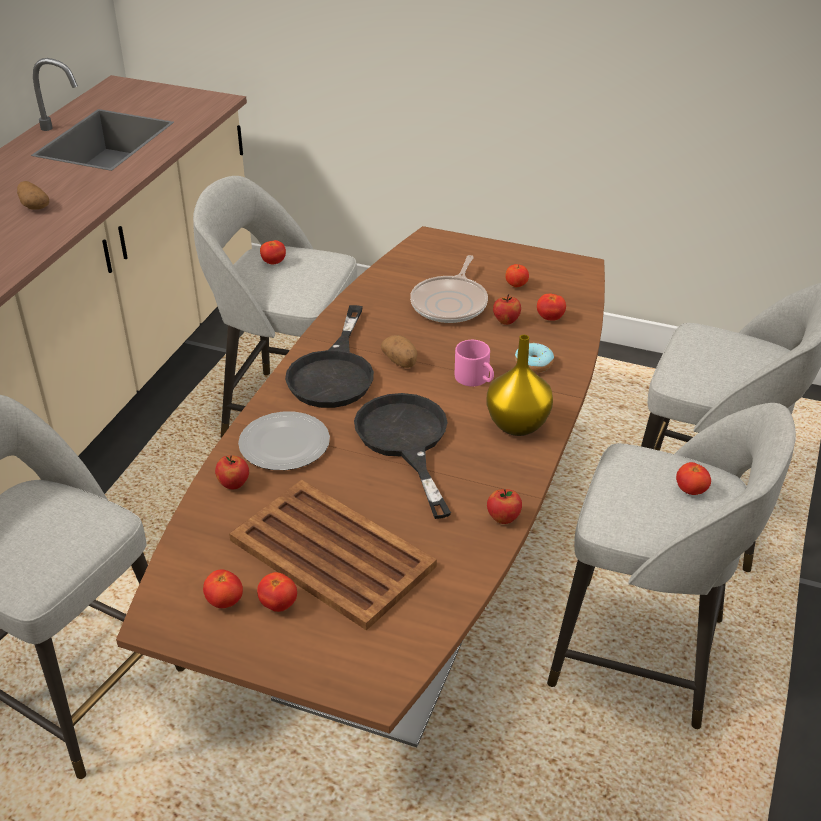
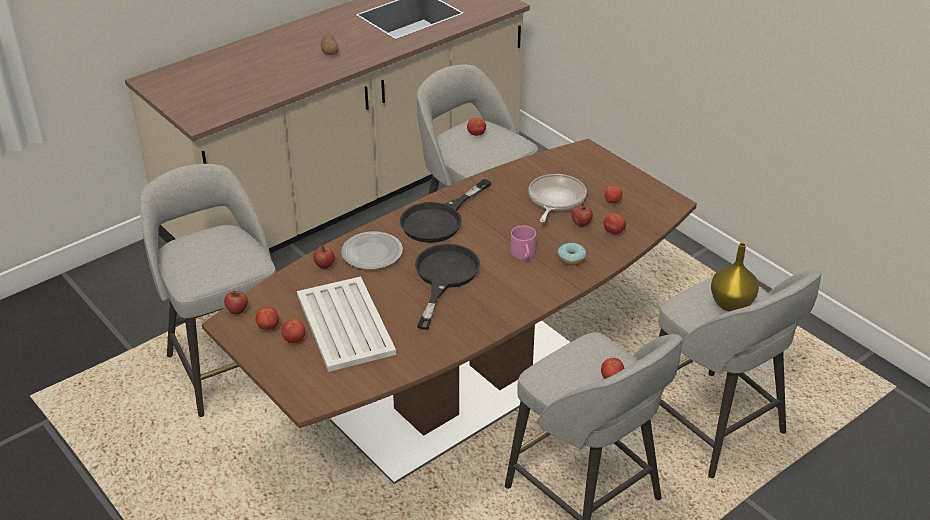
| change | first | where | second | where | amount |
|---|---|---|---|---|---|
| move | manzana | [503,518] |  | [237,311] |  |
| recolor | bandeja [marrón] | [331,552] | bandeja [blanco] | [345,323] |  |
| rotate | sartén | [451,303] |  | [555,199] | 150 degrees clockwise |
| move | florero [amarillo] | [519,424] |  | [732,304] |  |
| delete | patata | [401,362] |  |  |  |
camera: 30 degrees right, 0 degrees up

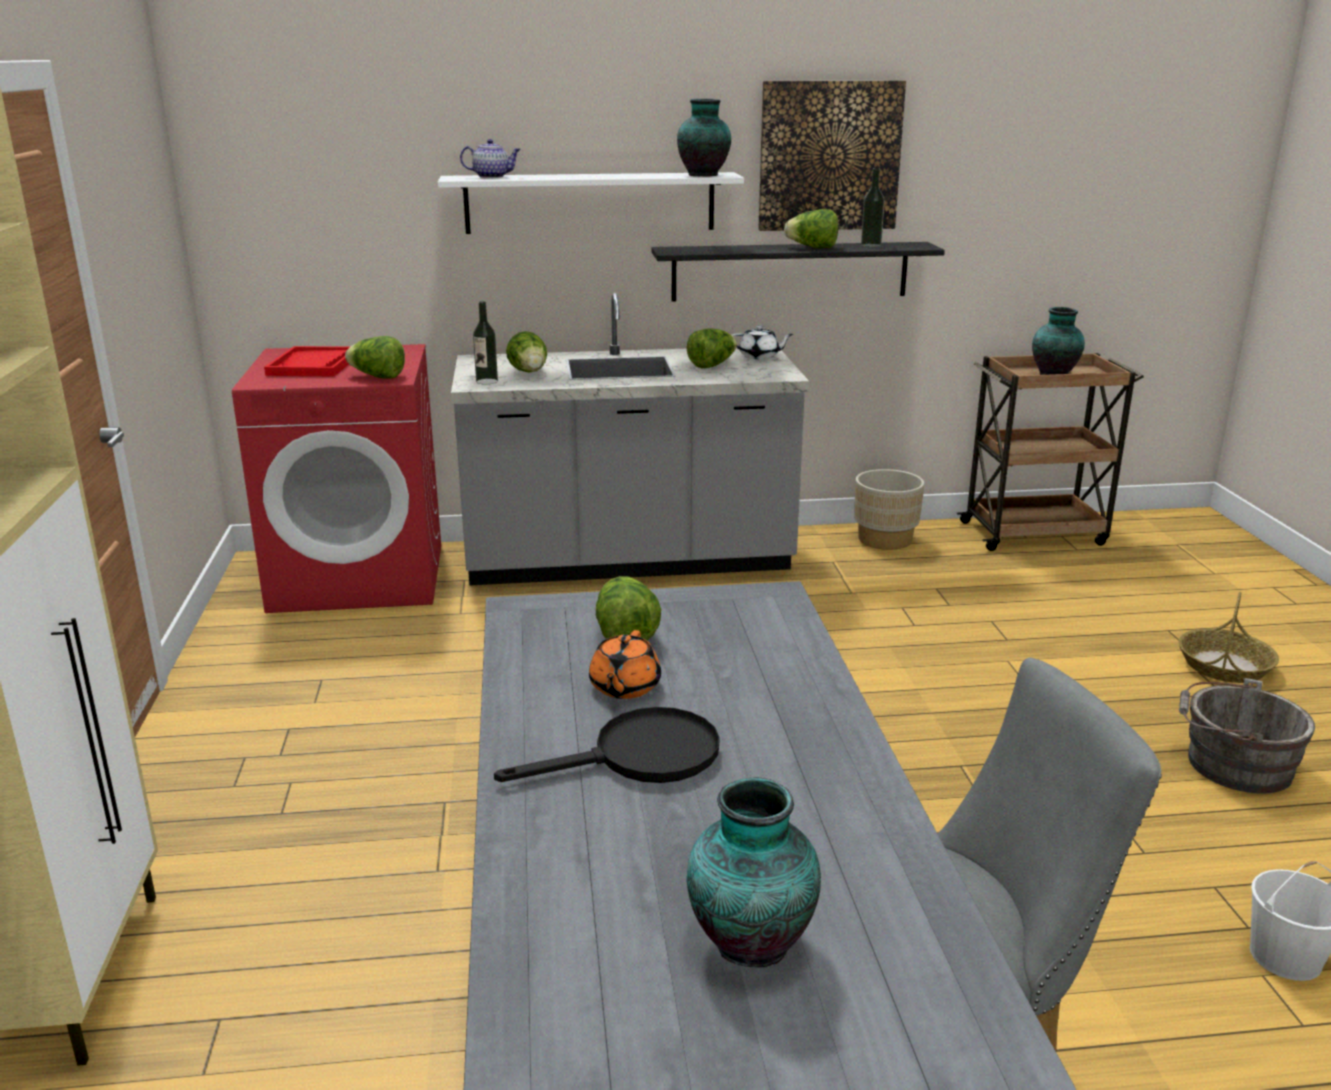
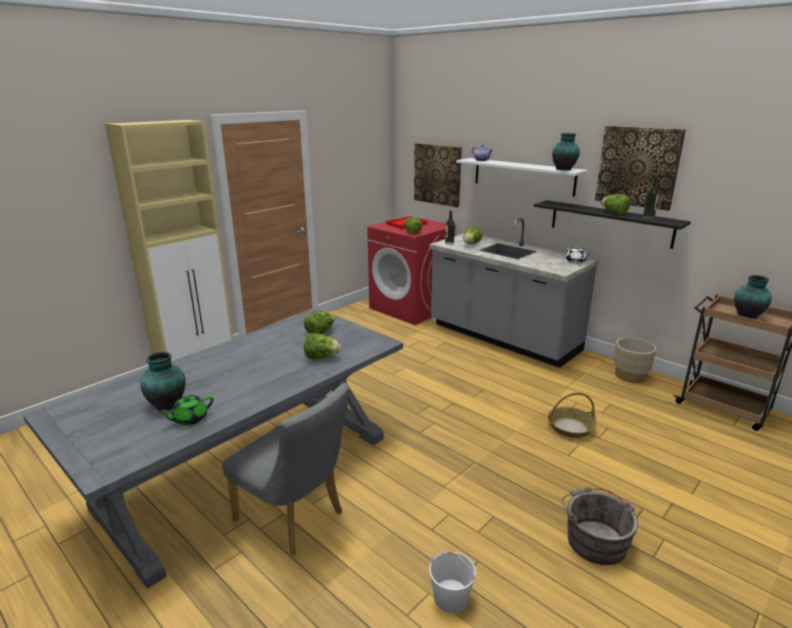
| change | first | where | second | where | amount |
|---|---|---|---|---|---|
| insert |  |  | tetera [verde] | [189,419] |  |
| move | lechuga | [712,365] |  | [321,357] |  |
| insert |  |  | cuadro | [437,174] |  |
| move | cesta | [1224,666] |  | [570,427] |  |
| delete | sartén [negro] | [640,757] |  |  |  |
| delete | tetera [naranja] | [624,687] |  |  |  |
camera: 50 degrees right, 0 degrees up

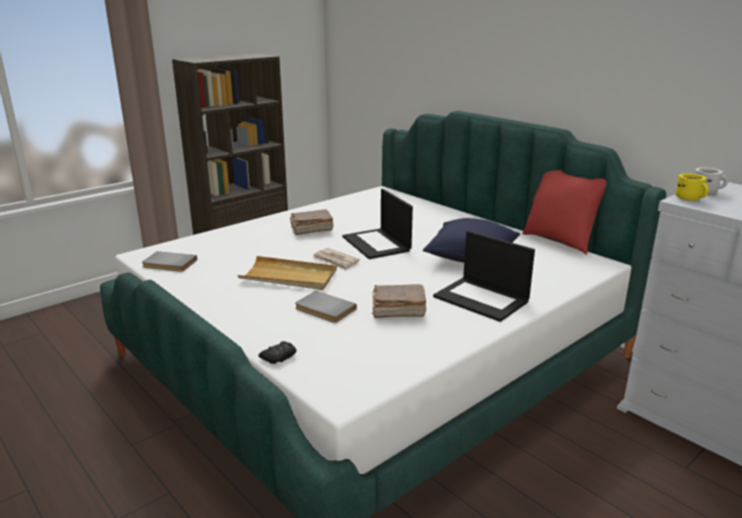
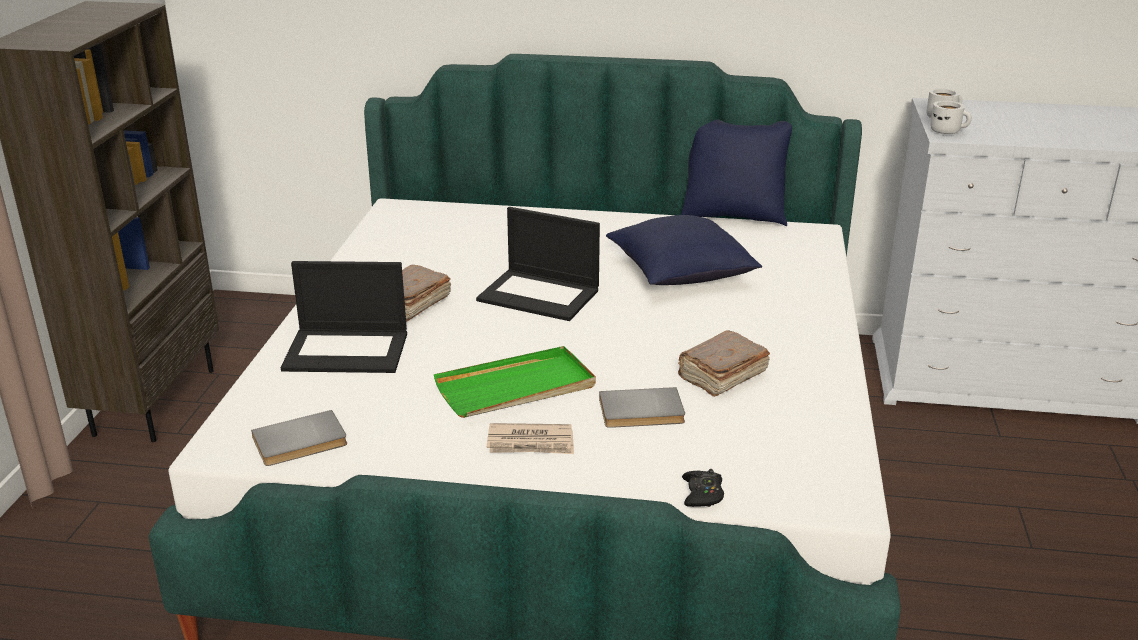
| change | first | where | second | where | amount |
|---|---|---|---|---|---|
| move | portátil | [482,299] |  | [348,350] |  |
| recolor | bandeja [beis] | [289,277] | bandeja [verde] | [516,387] |  |
| move | periódico | [335,261] |  | [531,443] |  |
| recolor | cojín [rojo] | [559,241] | cojín [azul] | [732,217] |  |
| recolor | taza grande [amarillo] | [690,199] | taza grande [blanco] | [947,131] |  |
camera: 40 degrees left, 5 degrees up

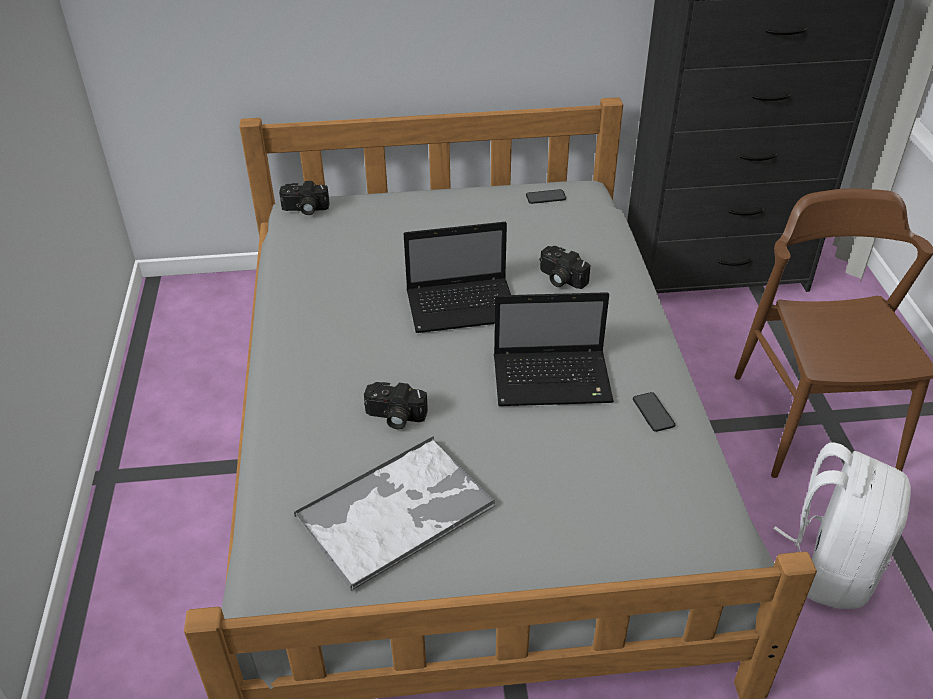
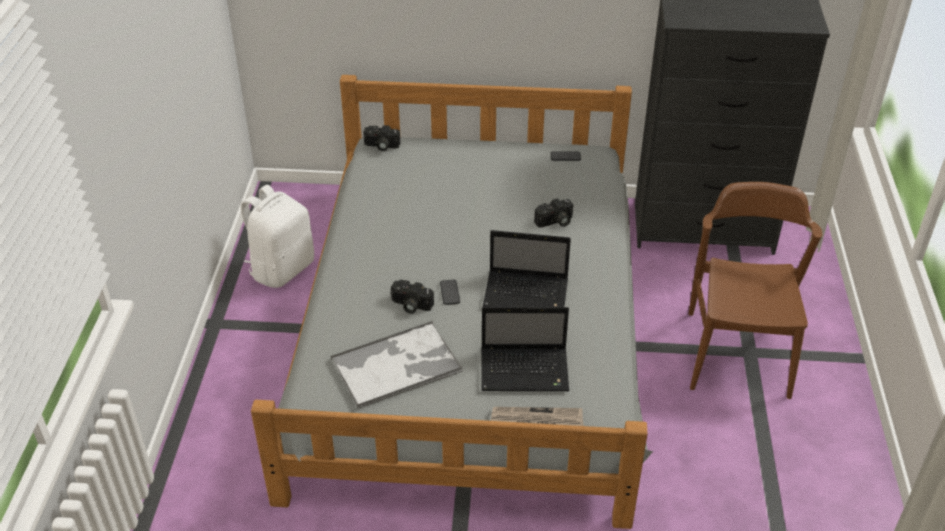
| change | first | where | second | where | amount |
|---|---|---|---|---|---|
| move | mochila [blanco] | [827,567] |  | [282,269] |  |
| move | móvil | [653,412] |  | [449,293] |  |
| move | portátil | [464,306] |  | [526,370] |  |
| insert |  |  | periódico | [536,422] |  |
| rotate | cámara | [560,279] |  | [555,222] | 75 degrees counterclockwise |
camera: 10 degrees right, 0 degrees up

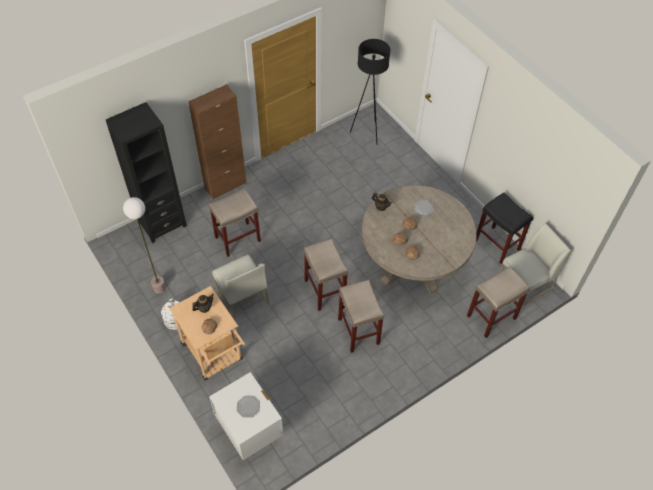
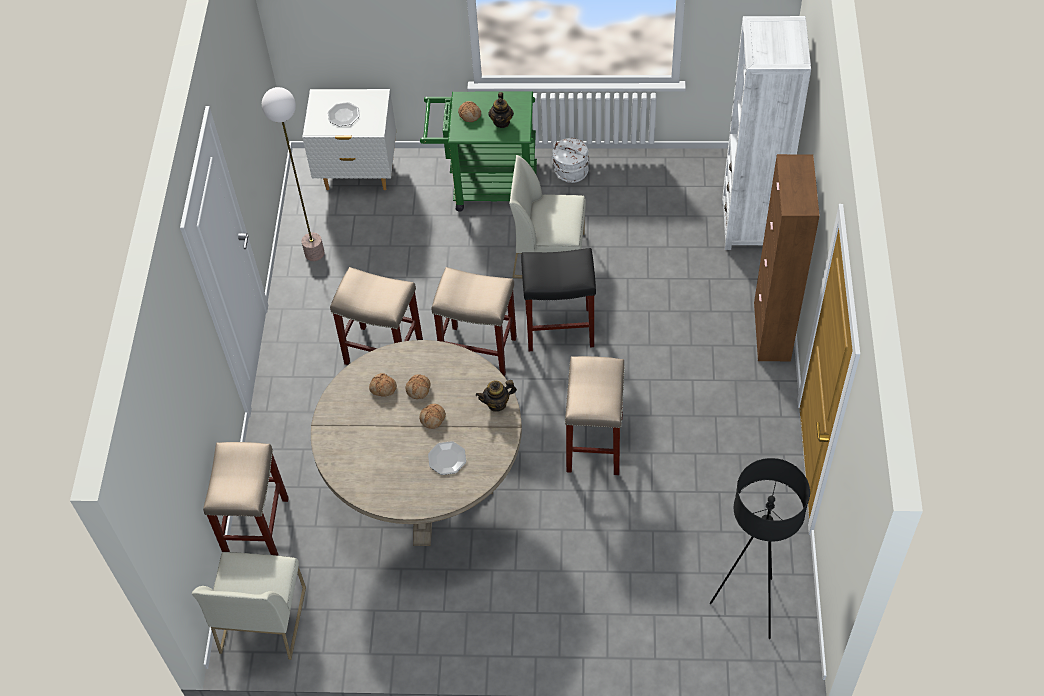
| change | first | where | second | where | amount |
|---|---|---|---|---|---|
| move | lámpara de pie | [159,288] |  | [314,253] |  |
| recolor | carrito [beis] | [215,355] | carrito [verde] | [486,187] |  |
| move | taburete [negro] | [497,245] |  | [558,329] |  |
| move | taburete [beis] | [238,238] |  | [595,445] |  |
| recolor | estantería [negro] | [162,223] | estantería [blanco] | [751,224] |  |
camera: 130 degrees right, 0 degrees up

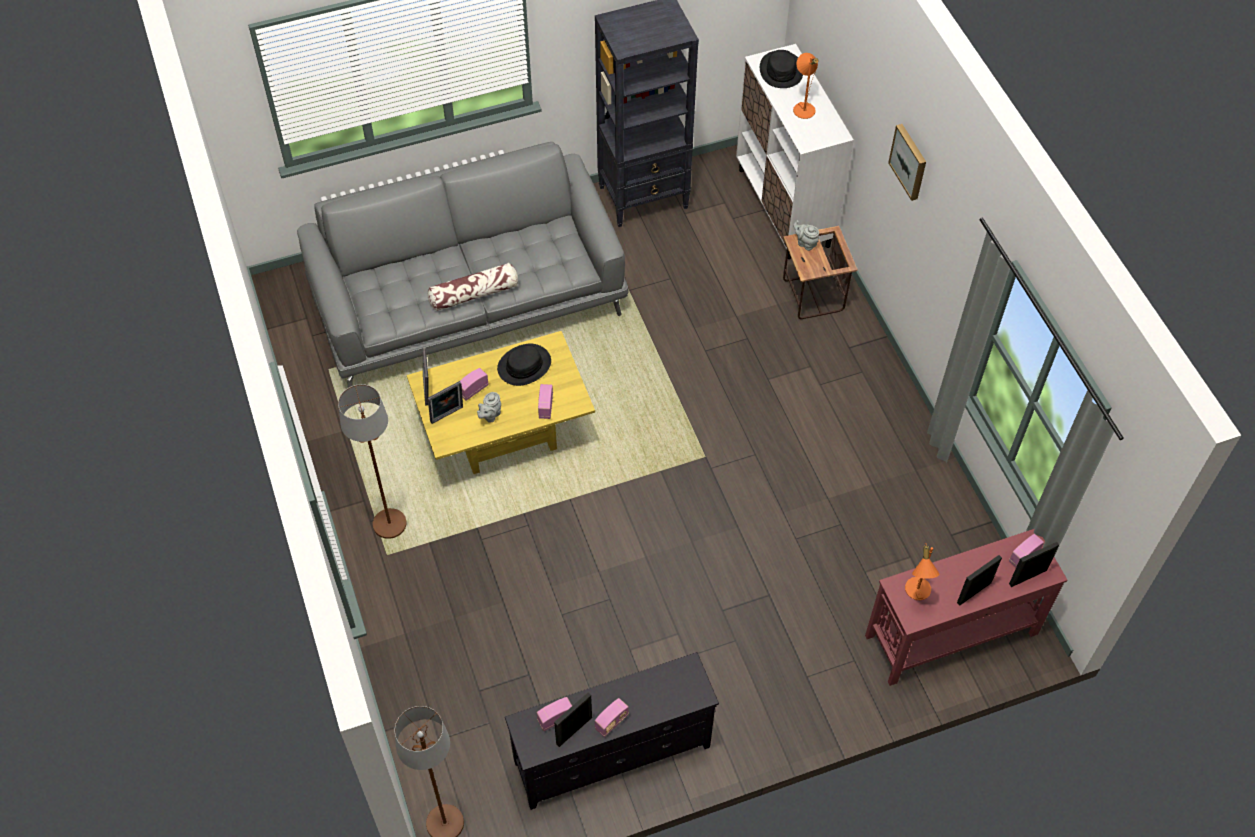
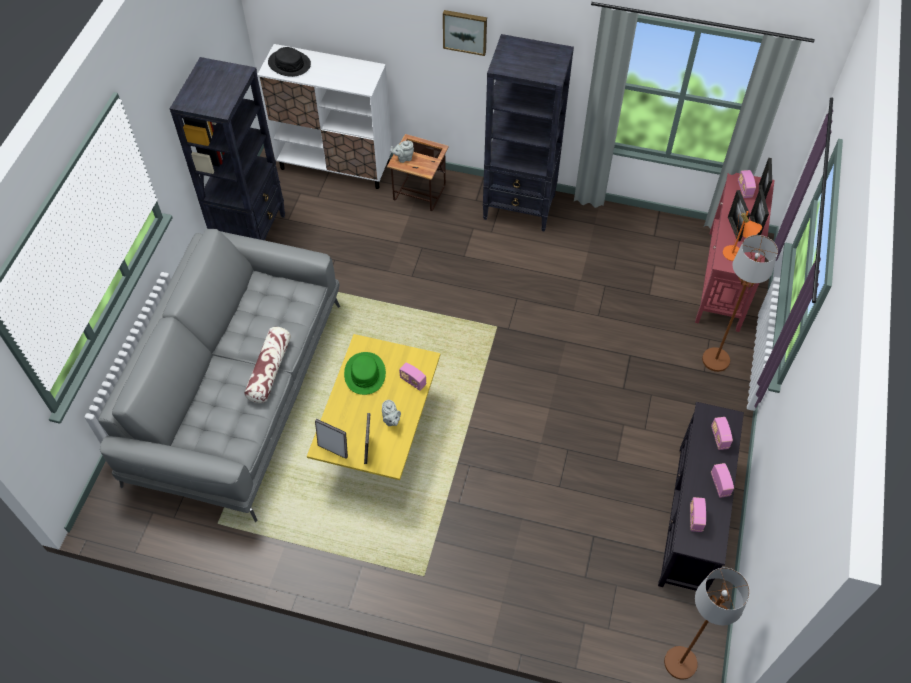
| change | first | where | second | where | amount |
|---|---|---|---|---|---|
| recolor | sombrero [negro] | [524,365] | sombrero [verde] | [365,374] |  |
| insert |  |  | estantería [negro] | [520,208] |  |
| move | lámpara de pie [marrón] | [389,524] |  | [715,360] |  |
| move | radio | [473,390] |  | [719,437] |  |
| move | portarretratos | [574,730] |  | [734,228] |  |
| delete | lámpara de mesa [naranja] | [803,107] |  |  |  |
camera: 55 degrees left, 0 degrees up

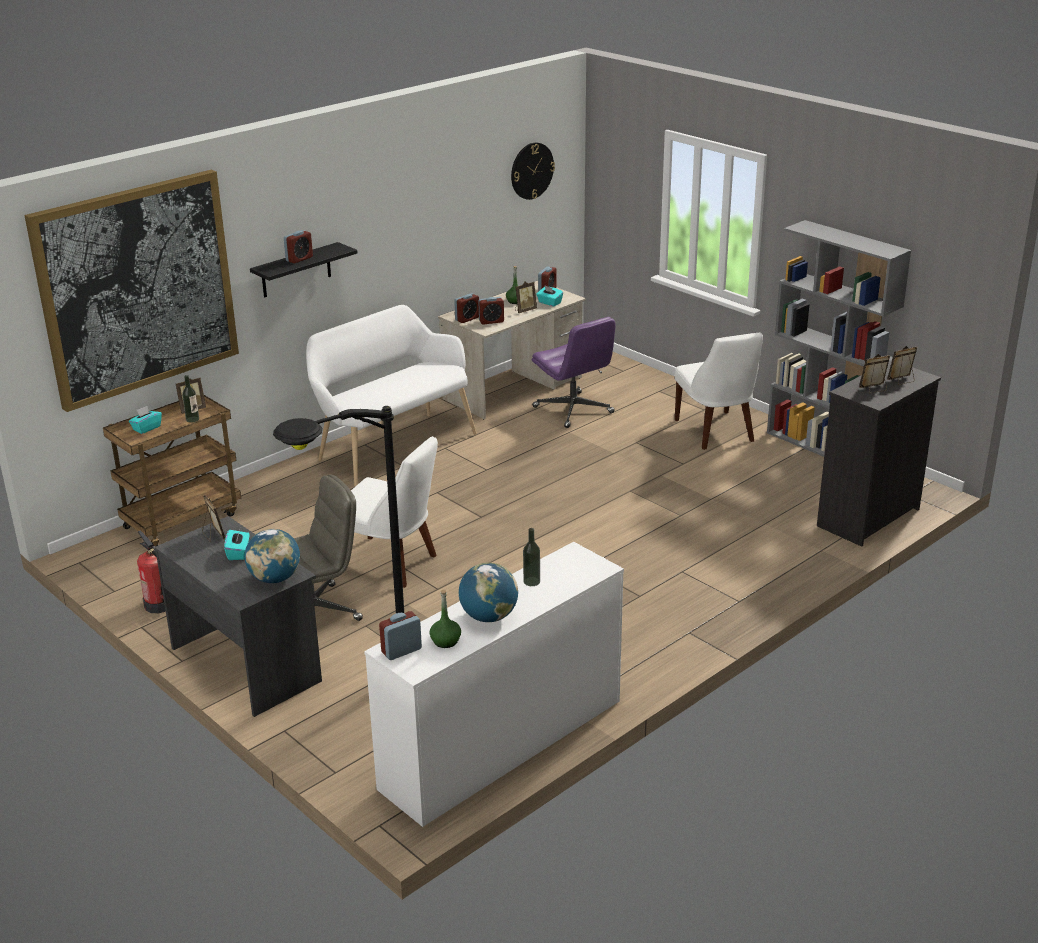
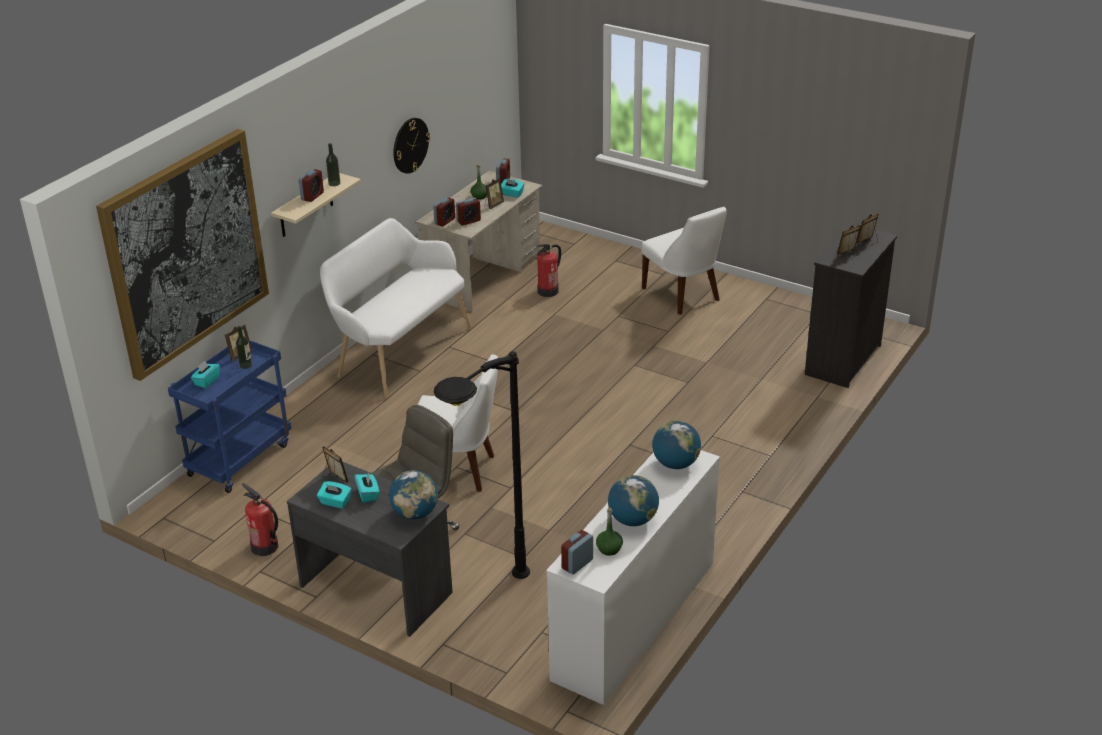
| change | first | where | second | where | amount |
|---|---|---|---|---|---|
| recolor | carrito [marrón] | [182,520] | carrito [azul] | [239,458] |  |
| recolor | estante [negro] | [296,270] | estante [beis] | [306,206] |  |
| insert |  |  | caja de pañuelos [turquesa] | [335,502] |  |
| move | botella | [531,581] |  | [334,183] |  |
| move | reloj de pared | [531,170] |  | [410,145] |  |
| replace | silla de oficina [morado] | [574,410] | extintor | [548,291] |  |
| insert |  |  | globo terráqueo | [675,464] |  |
| delete | estantería [gris] | [824,447] |  |  |  |
camera: 15 degrees left, 5 degrees up

